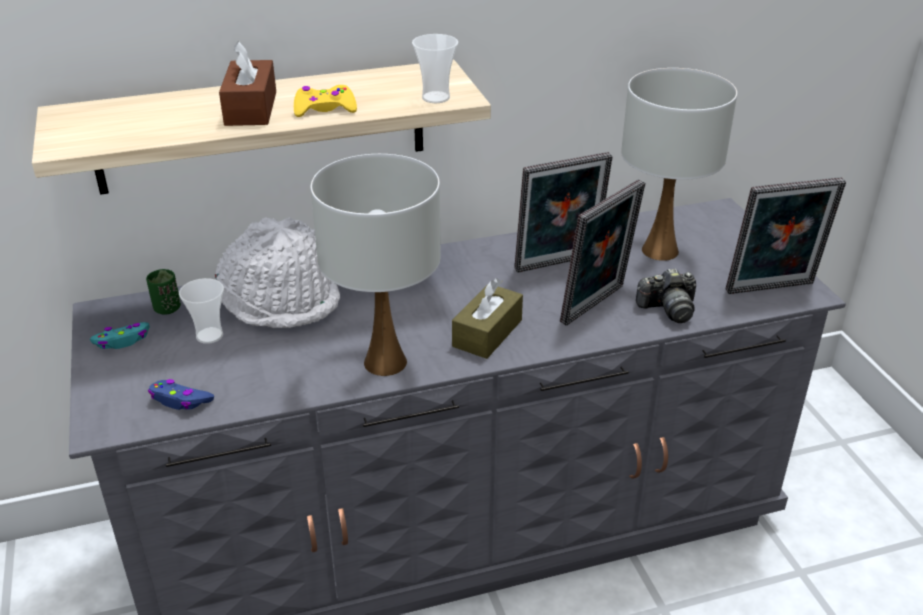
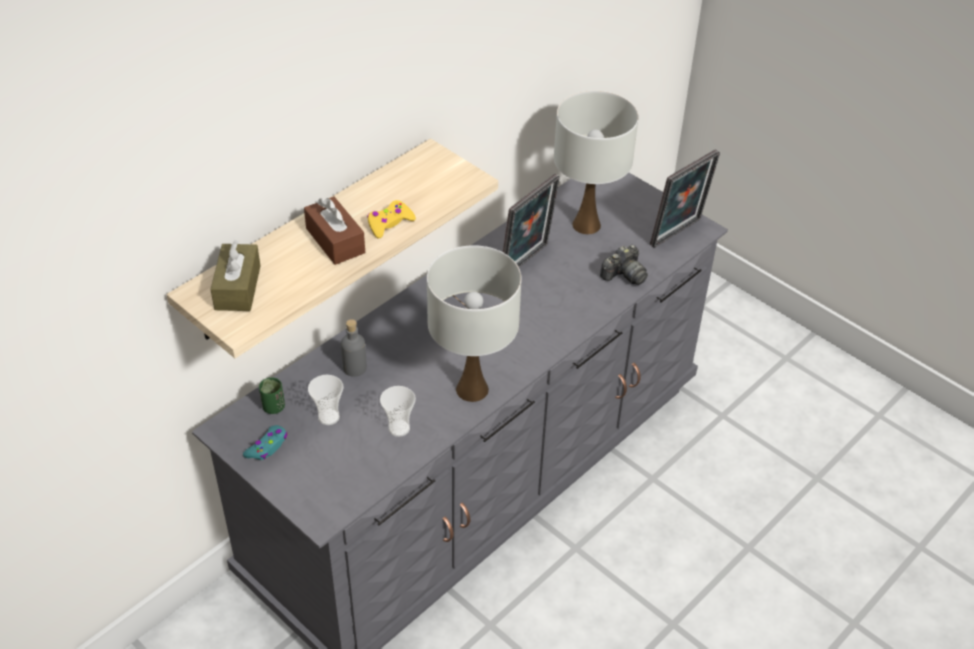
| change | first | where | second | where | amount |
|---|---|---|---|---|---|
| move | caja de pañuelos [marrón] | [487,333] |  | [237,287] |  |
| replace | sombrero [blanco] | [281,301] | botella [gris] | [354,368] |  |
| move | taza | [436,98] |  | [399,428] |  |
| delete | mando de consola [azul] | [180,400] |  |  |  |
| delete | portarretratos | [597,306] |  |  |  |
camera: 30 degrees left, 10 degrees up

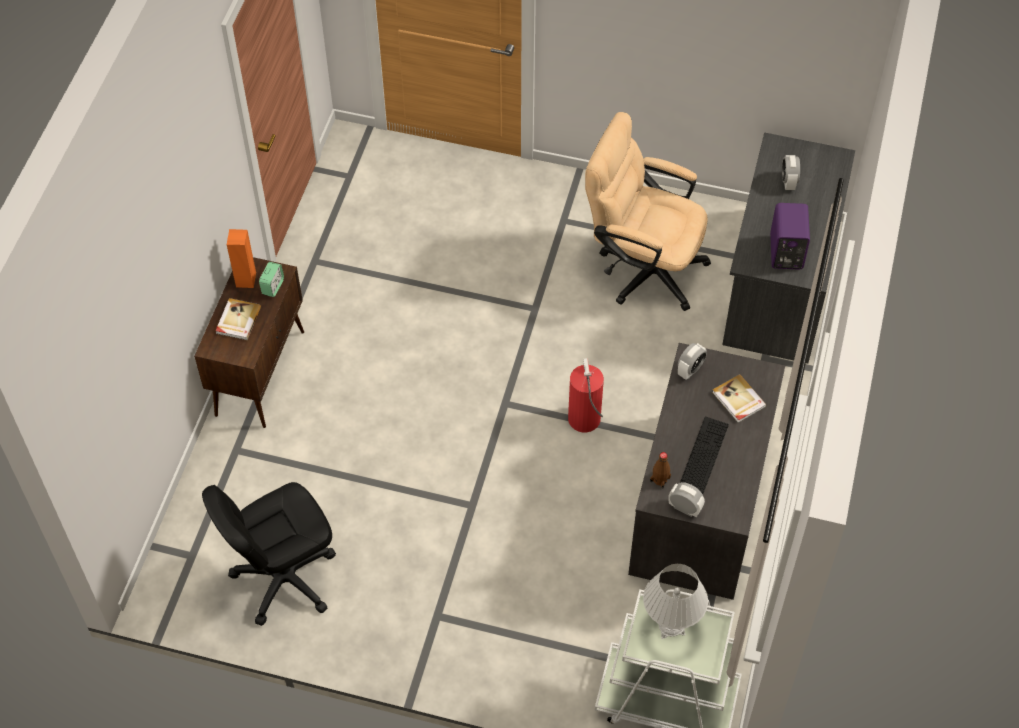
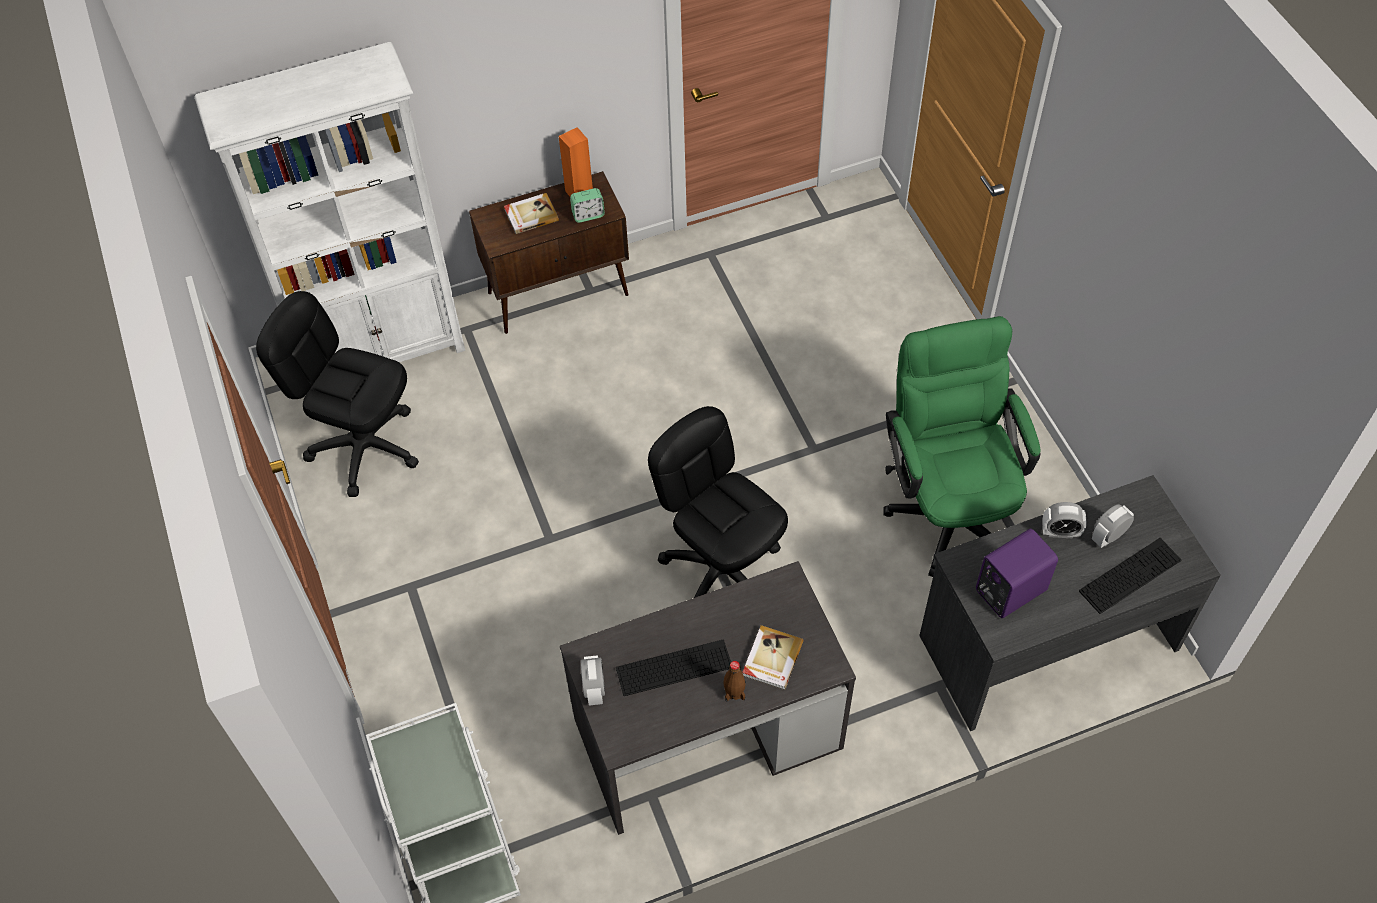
| change | first | where | second | where | amount |
|---|---|---|---|---|---|
| insert |  |  | estantería [blanco] | [382,351] |  |
| replace | extintor | [584,420] | silla de oficina [negro] | [721,570] |  |
| move | botella [marrón] | [660,479] |  | [734,691] |  |
| recolor | silla de oficina [beis] | [642,267] | silla de oficina [verde] | [948,506] |  |
| move | despertador | [690,370] |  | [1060,532] |  |
| insert |  |  | teclado | [1130,575] |  |
| delete | lámpara de mesa [blanco] | [670,626] |  |  |  |
camera: 55 degrees right, 0 degrees up

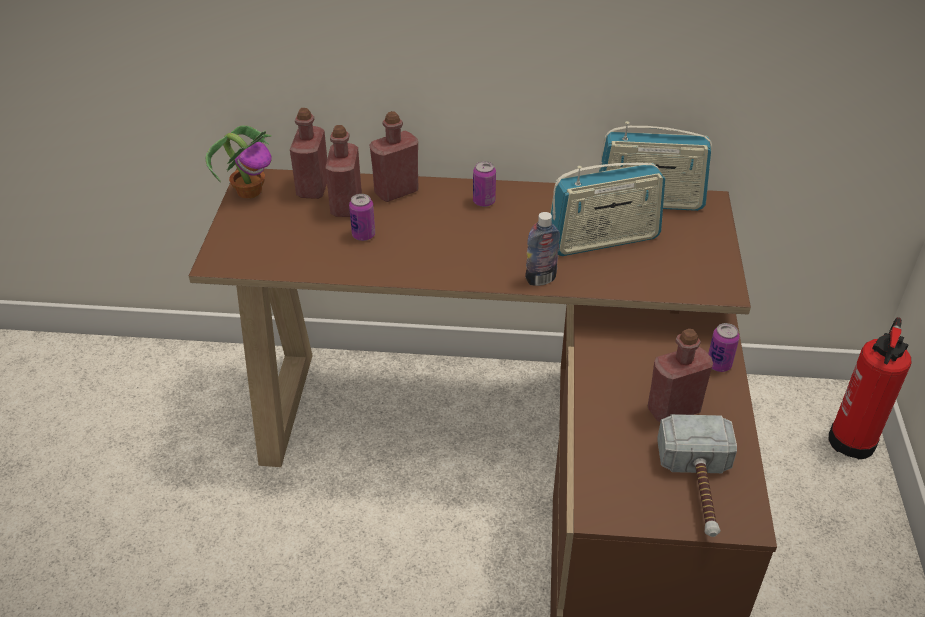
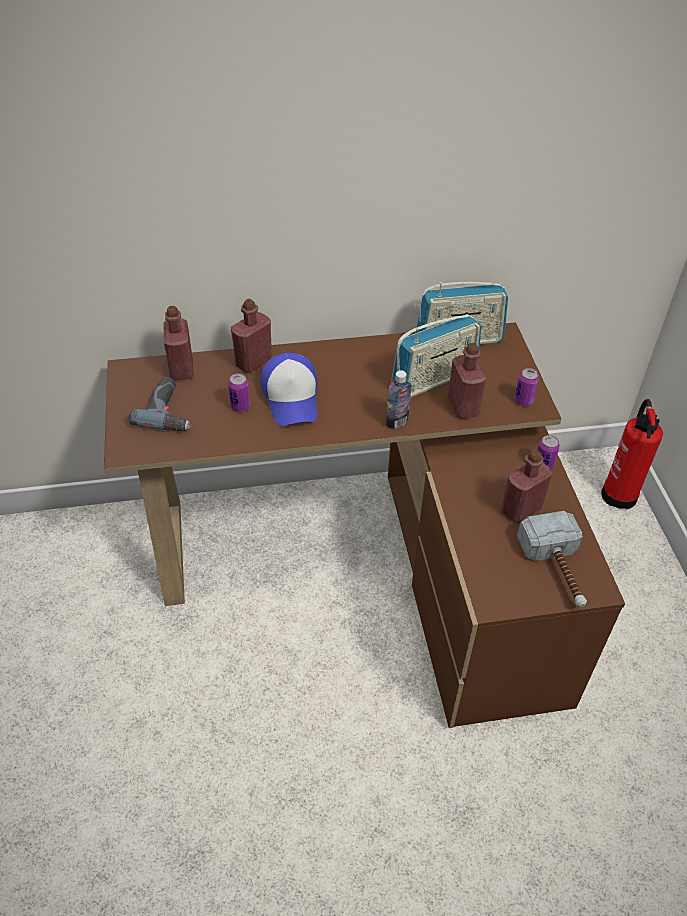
| change | first | where | second | where | amount |
|---|---|---|---|---|---|
| insert |  |  | taladro | [169,411] |  |
| insert |  |  | gorra | [292,397] |  |
| move | botella [rojo] | [346,206] |  | [463,406] |  |
| move | lata | [484,201] |  | [523,401] |  |
| delete | planta en maceta | [249,191] |  |  |  |
camera: 15 degrees left, 5 degrees up

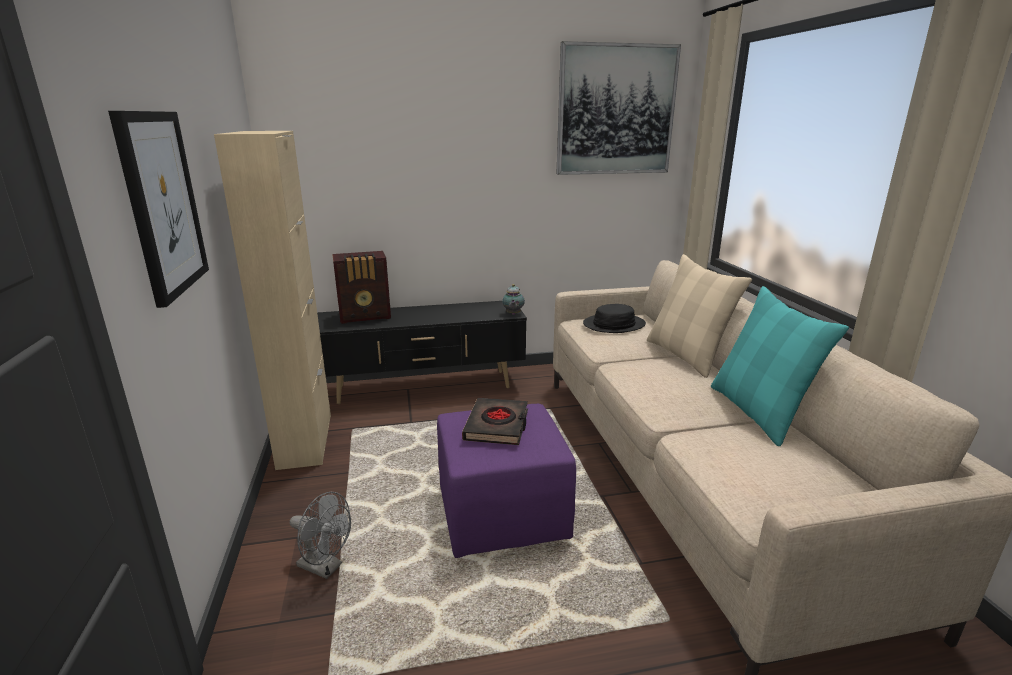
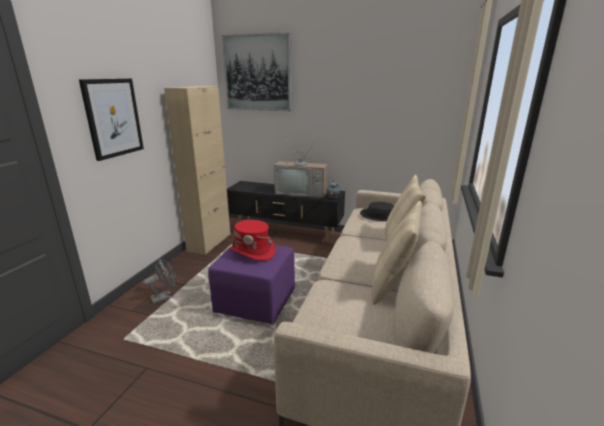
| change | first | where | second | where | amount |
|---|---|---|---|---|---|
| rotate | ventilador [gris] | [325,567] |  | [165,297] | 90 degrees counterclockwise |
| move | cuadro | [616,110] |  | [257,73] |  |
| replace | libro [negro] | [497,426] | sombrero [rojo] | [253,251] |  |
| insert |  |  | televisor | [302,192] |  |
| recolor | cojín [turquesa] | [758,412] | cojín [beis] | [392,284] |  |
| delete | radio | [366,316] |  |  |  |
camera: 30 degrees right, 0 degrees up

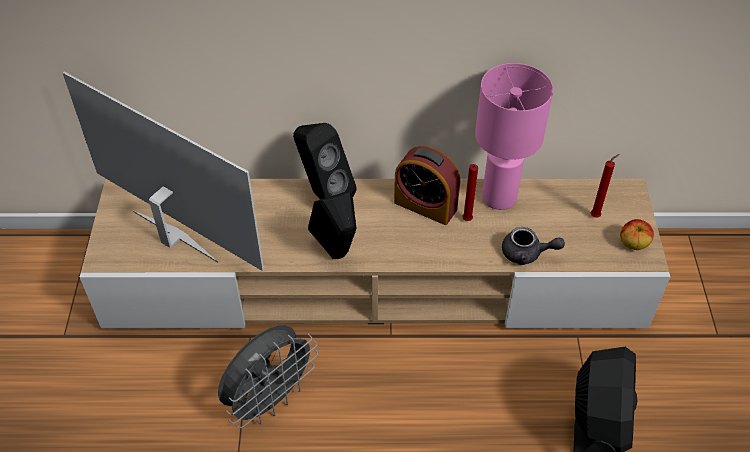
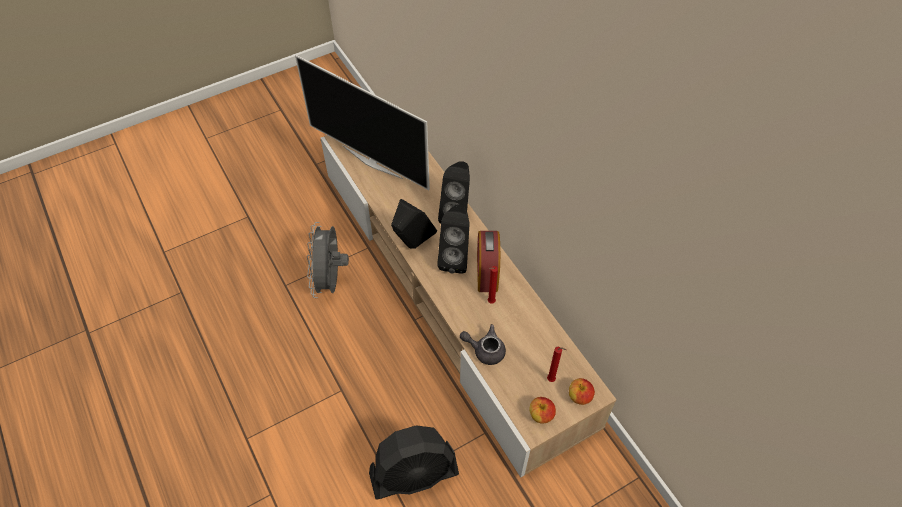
| change | first | where | second | where | amount |
|---|---|---|---|---|---|
| rotate | televisor | [173,238] |  | [373,161] | 120 degrees clockwise |
| rotate | ventilador [gris] | [270,400] |  | [330,280] | 75 degrees clockwise |
| insert |  |  | altavoz [negro] | [455,257] |  |
| rotate | tetera [gris] | [527,254] |  | [485,350] | 120 degrees clockwise |
| insert |  |  | manzana | [579,397] |  |
| delete | lámpara de mesa [rosa] | [500,198] |  |  |  |
camera: 60 degrees right, 5 degrees up

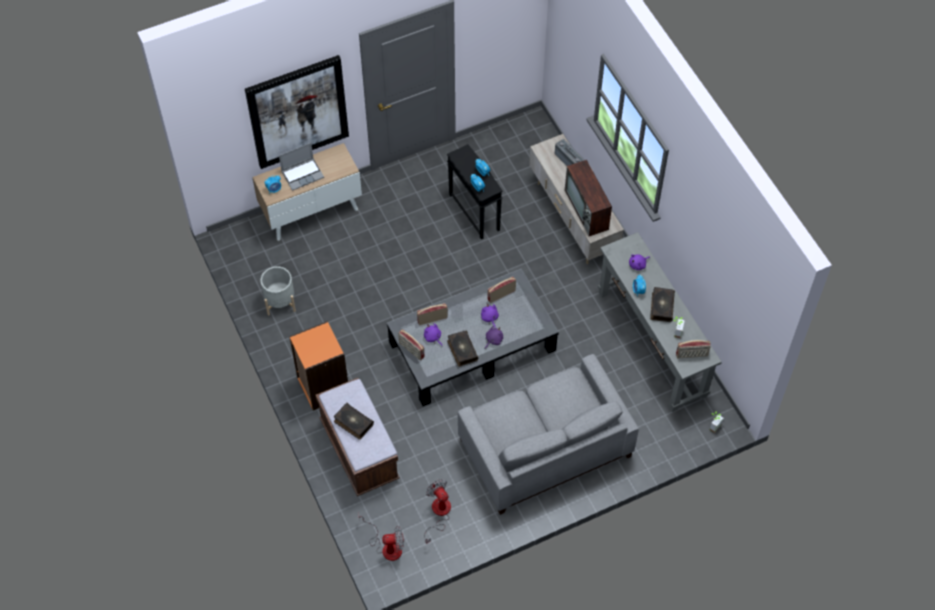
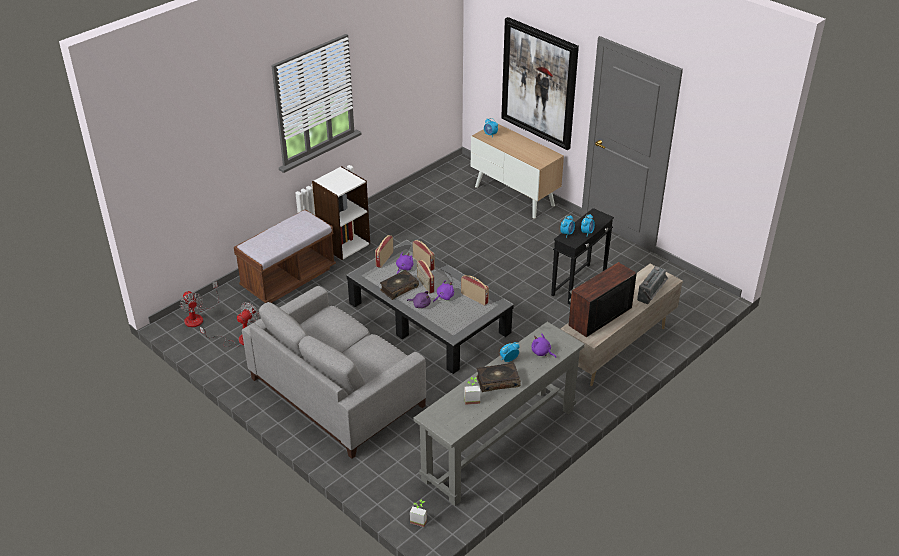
| change | first | where | second | where | amount |
|---|---|---|---|---|---|
| recolor | estantería [naranja] | [322,386] | estantería [blanco] | [343,243] |  |
| move | radio | [692,355] |  | [425,285] |  |
| delete | maceta [gris] | [280,301] |  |  |  |
| delete | portátil | [303,174] |  |  |  |
| delete | libro | [353,423] |  |  |  |
camera: 70 degrees right, 20 degrees down

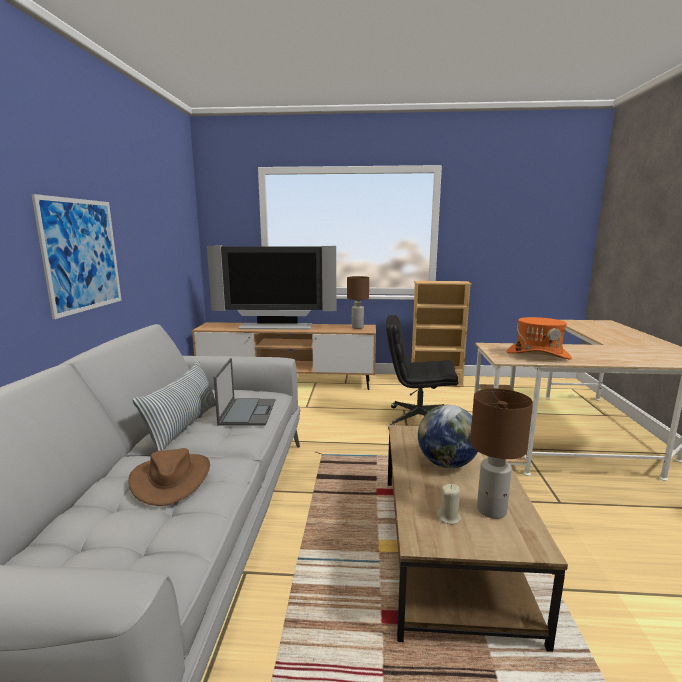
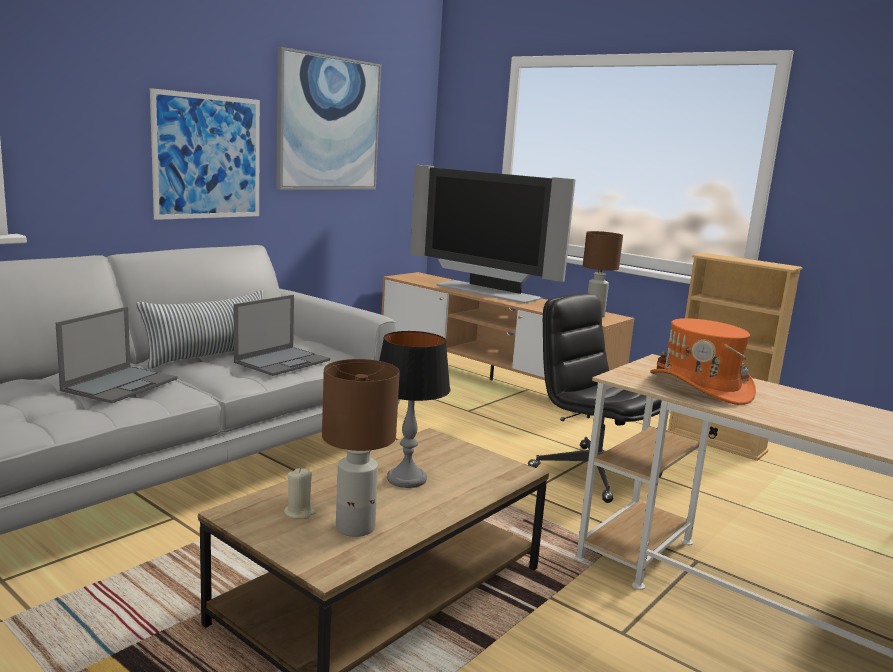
| change | first | where | second | where | amount |
|---|---|---|---|---|---|
| replace | sombrero [marrón] | [171,479] | portátil | [121,384] |  |
| insert |  |  | cuadro | [329,124] |  |
| replace | globo terráqueo | [446,464] | lámpara de mesa | [406,479] |  |
camera: 35 degrees right, 0 degrees up

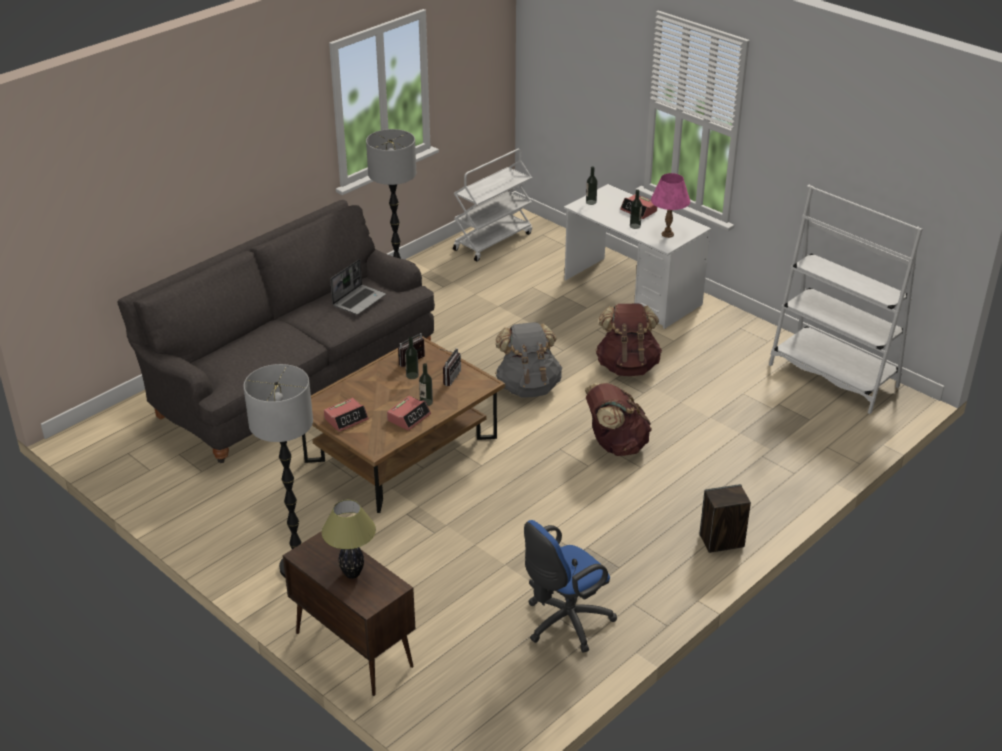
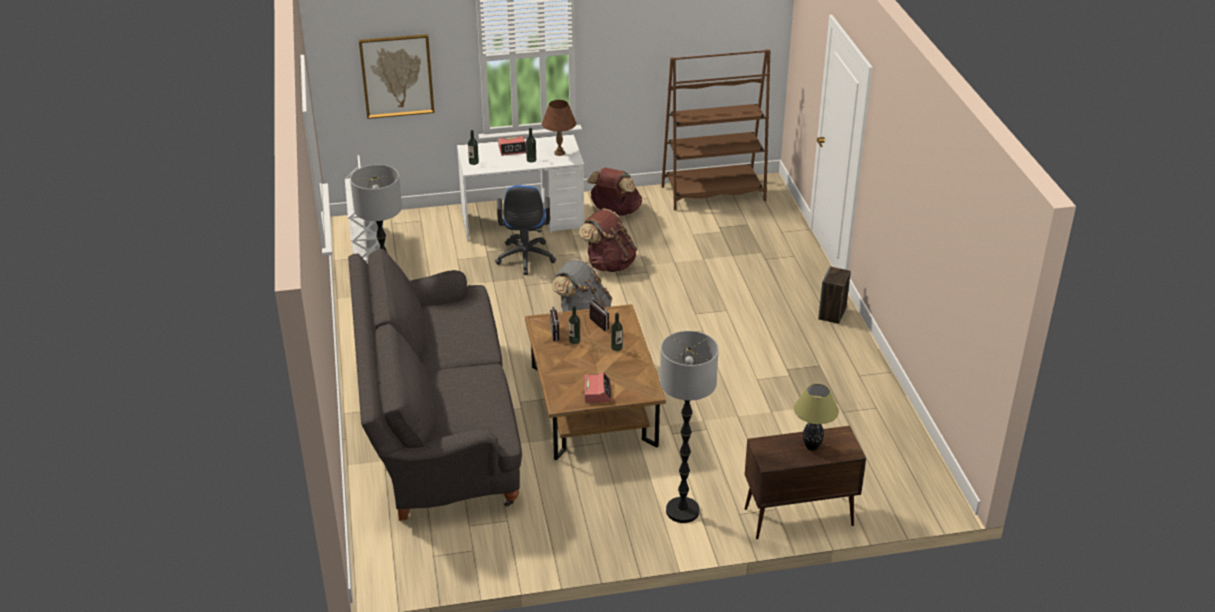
| change | first | where | second | where | amount |
|---|---|---|---|---|---|
| insert |  |  | cuadro | [397,76] |  |
| move | silla de oficina [azul] | [564,623] |  | [525,260] |  |
| recolor | lámpara de mesa [rosa] | [667,234] | lámpara de mesa [marrón] | [559,153] |  |
| move | mochila [marrón] | [615,445] |  | [615,212] |  |
| recolor | estantería [blanco] | [833,376] | estantería [marrón] | [713,194] |  |
| delete | portátil | [359,300] |  |  |  |
| delete | despertador | [409,417] |  |  |  |
camera: 55 degrees left, 0 degrees up

